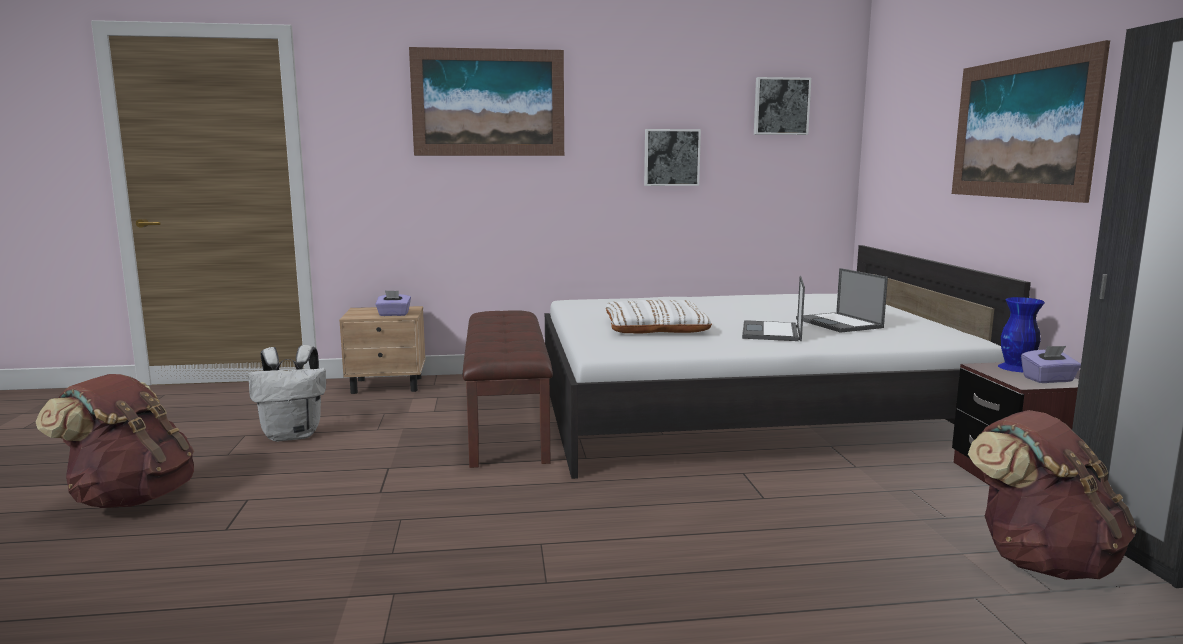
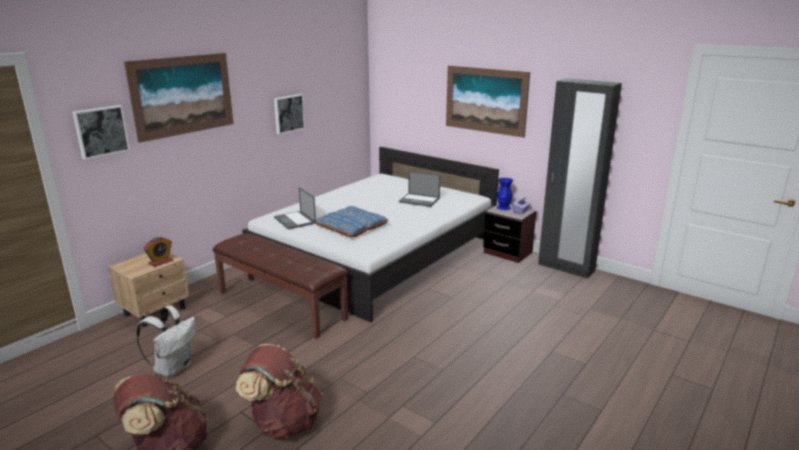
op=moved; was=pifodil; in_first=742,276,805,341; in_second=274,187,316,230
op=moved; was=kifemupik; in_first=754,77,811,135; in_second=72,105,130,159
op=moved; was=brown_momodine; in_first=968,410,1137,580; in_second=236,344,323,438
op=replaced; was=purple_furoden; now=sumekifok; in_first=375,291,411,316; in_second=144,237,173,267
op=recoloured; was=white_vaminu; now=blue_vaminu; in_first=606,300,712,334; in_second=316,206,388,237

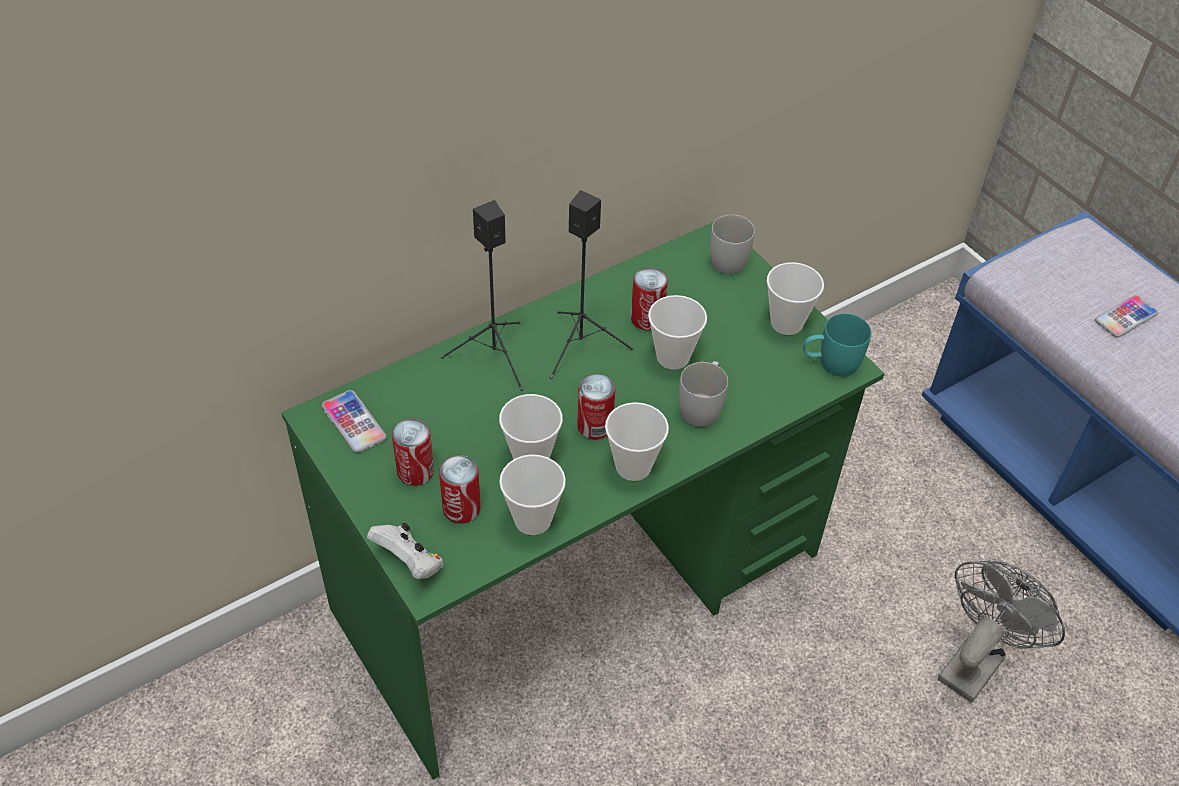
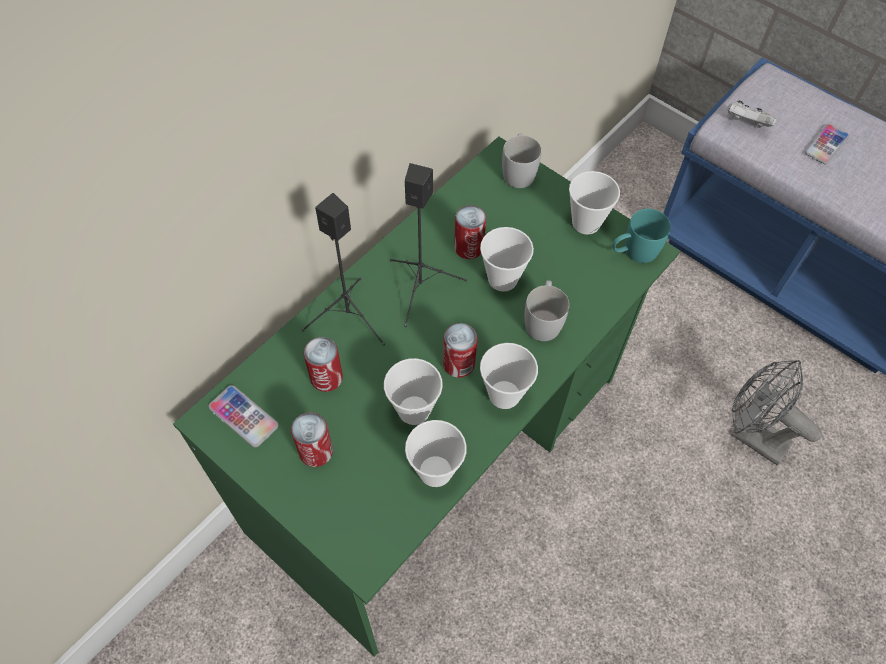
op=moved; was=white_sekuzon; in_first=367,523,443,579; in_second=728,100,777,128
op=moved; was=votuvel; in_first=439,456,481,523; in_second=303,337,343,392
op=turned; was=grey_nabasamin; in_first=938,561,1065,703; in_second=731,360,822,465; clockwise=-75

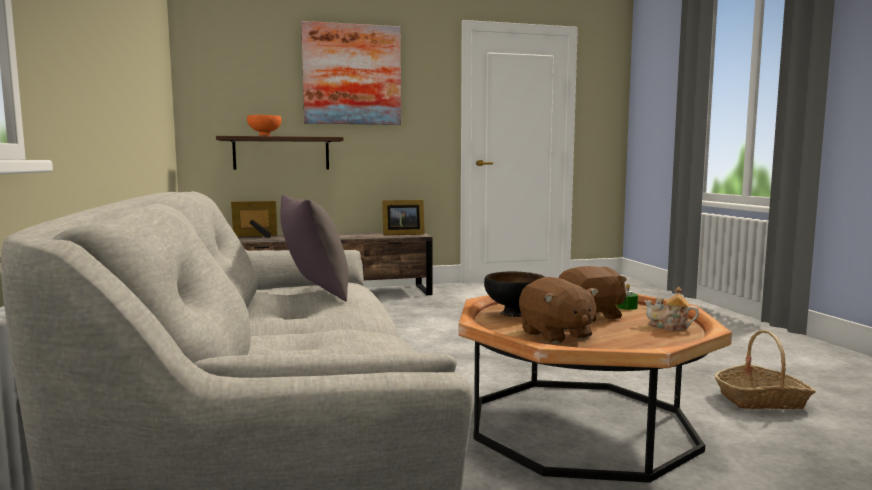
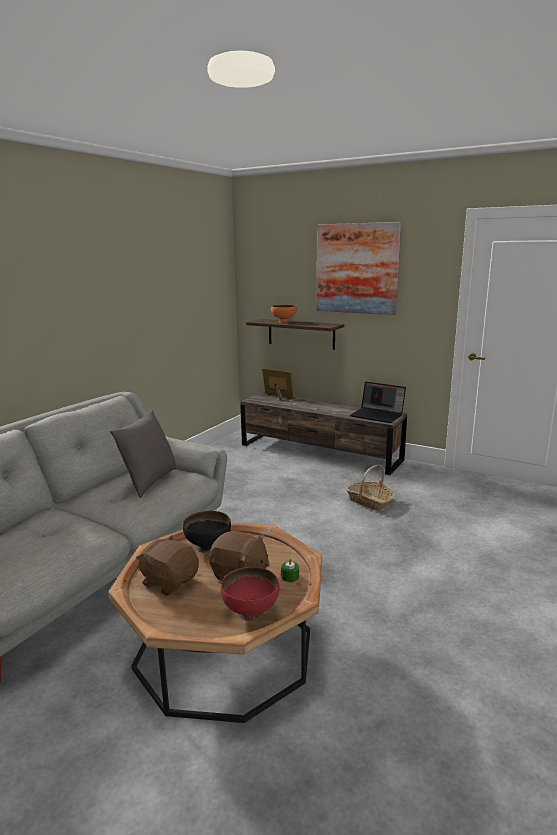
op=moved; was=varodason; in_first=714,330,816,409; in_second=346,464,395,511
op=replaced; was=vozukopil; now=pifodil; in_first=382,200,425,235; in_second=350,382,406,423
op=replaced; was=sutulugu; now=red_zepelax; in_first=644,287,699,331; in_second=221,567,280,621
op=turned; was=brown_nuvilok; in_first=519,277,598,344; in_second=136,535,199,596; clockwise=105

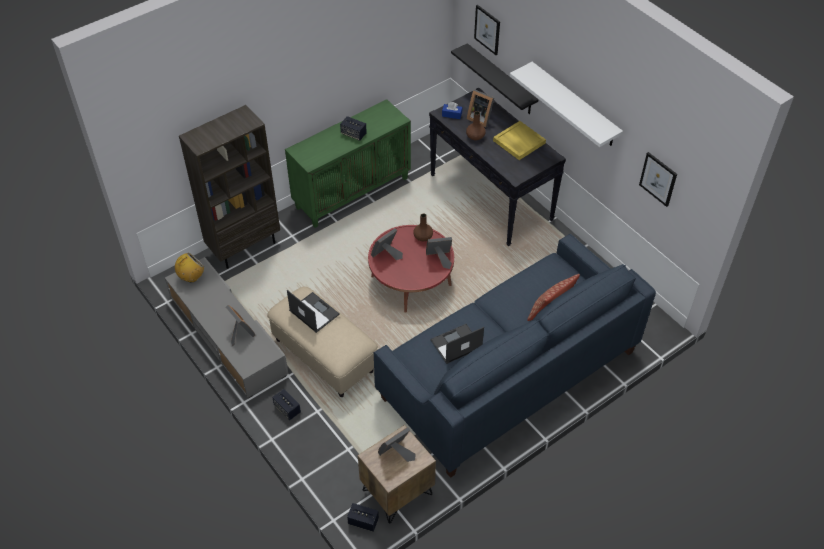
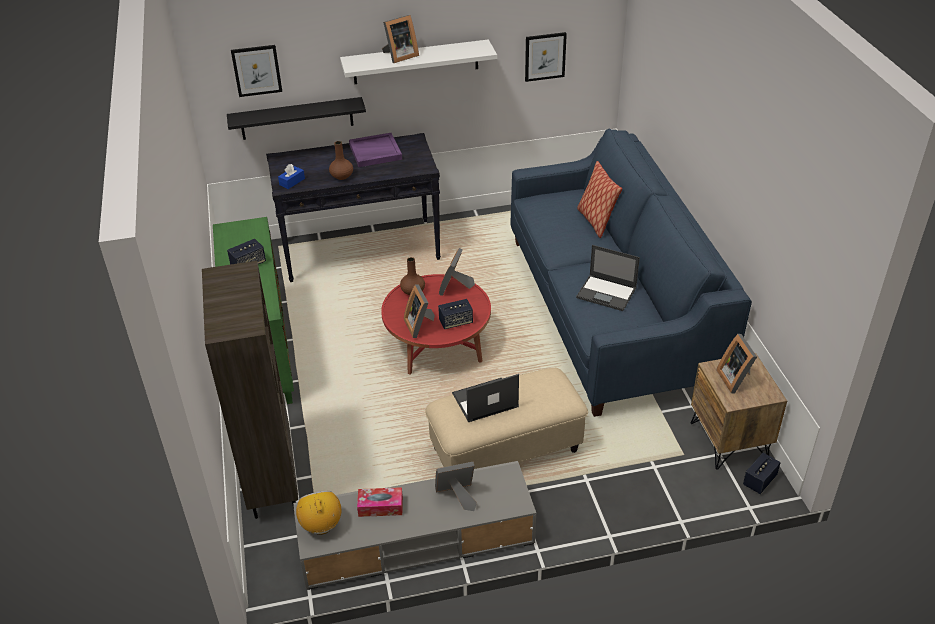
op=added; now=furoden; in_second=357,487,403,517
op=moved; was=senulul; in_first=273,389,301,420; in_second=438,299,473,329
op=moved; was=vozukopil; in_first=467,89,494,127; in_second=382,15,419,63
op=recoloured; was=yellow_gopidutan; now=purple_gopidutan; in_first=493,121,546,160; in_second=349,133,402,167
op=turned; was=pifodil; in_first=430,324,484,364; in_second=576,245,640,311; clockwise=-60

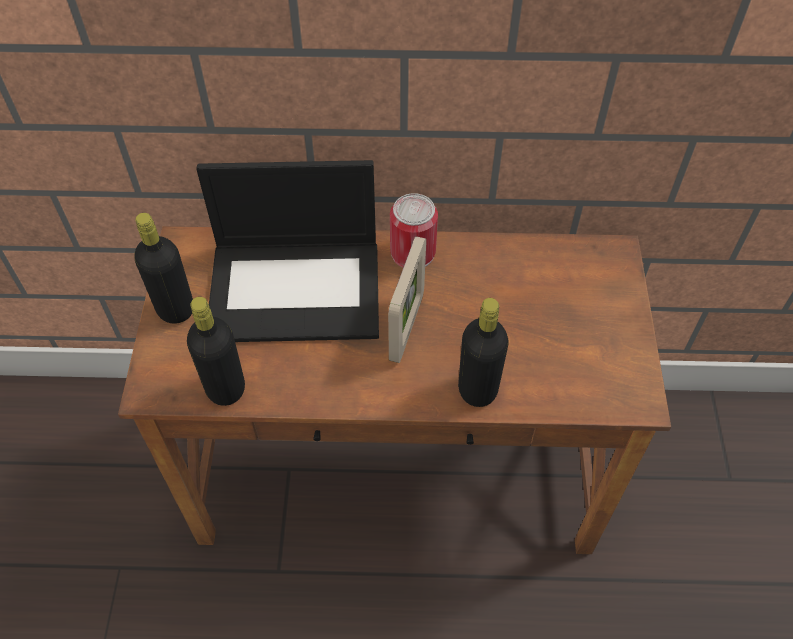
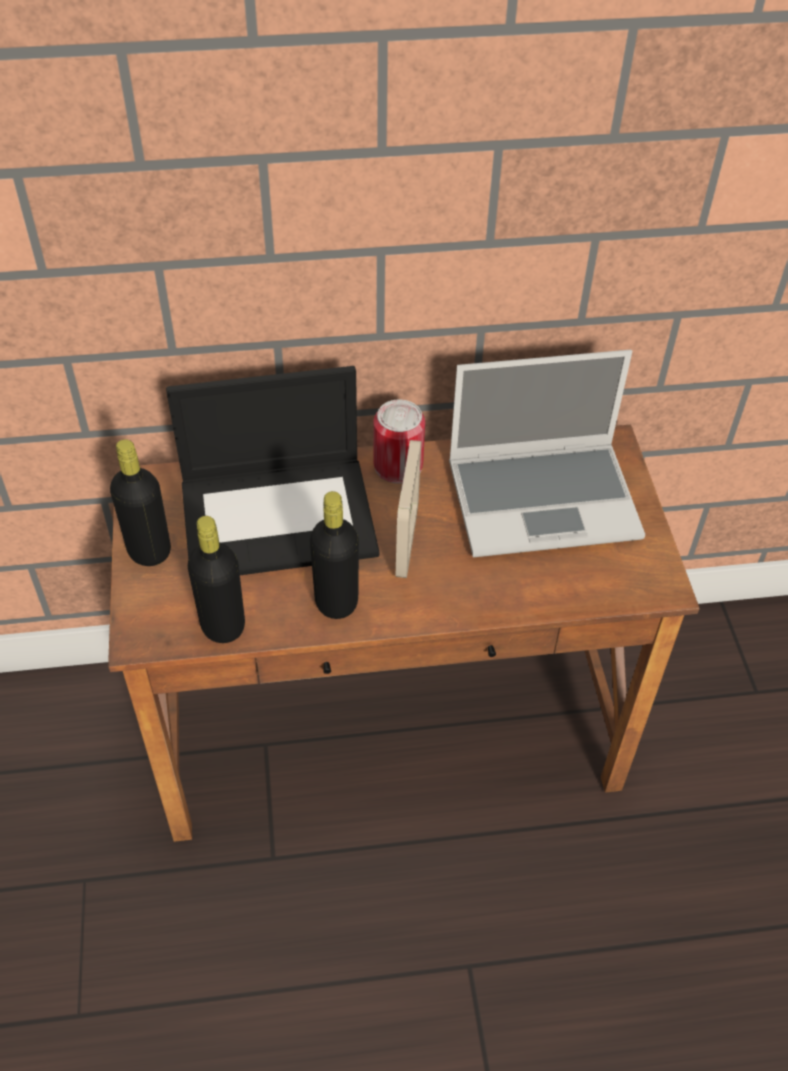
op=added; now=pifodil; in_second=449,350,645,557
op=moved; was=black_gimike; in_first=458,298,509,407; in_second=310,491,359,619

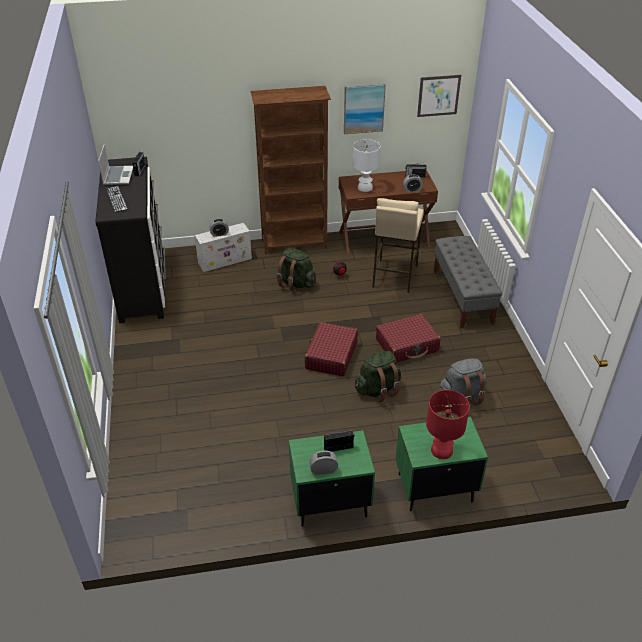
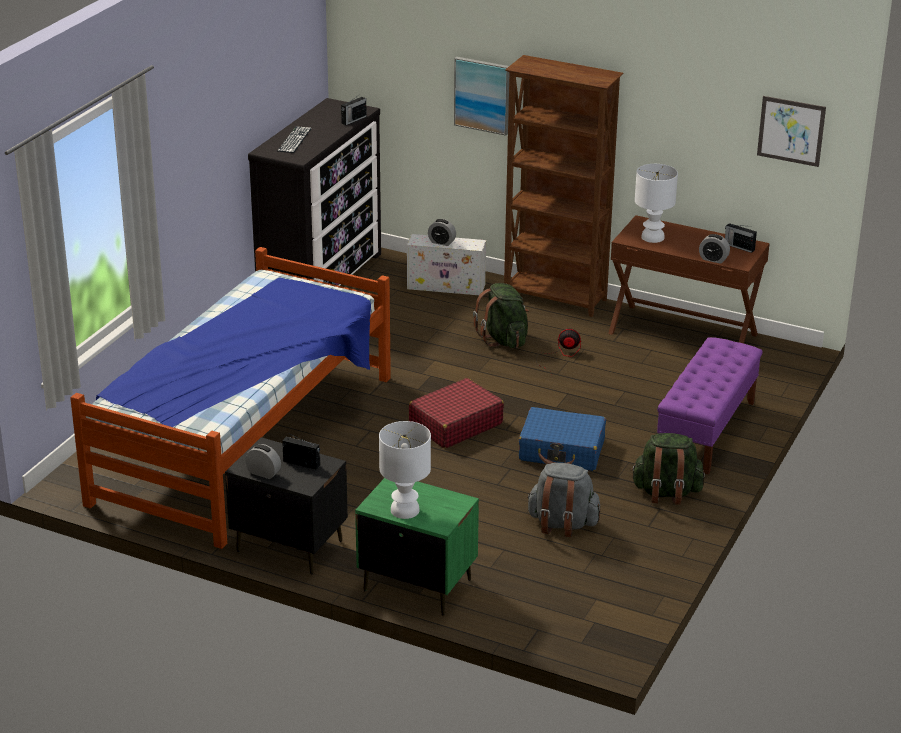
op=removed; was=pifodil; in_first=98,144,133,185
op=removed; was=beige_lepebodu; in_first=372,198,424,293
op=added; now=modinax; in_second=70,247,391,549
op=moved; was=kifemupik; in_first=344,83,386,134; in_second=454,57,510,136
op=moved; was=green_momodine; in_first=355,351,401,402; in_second=631,433,705,505
op=recoloured; was=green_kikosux; now=black_kikosux; in_first=289,430,375,527; in_second=225,437,348,574
op=recoloured; was=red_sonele; now=blue_sonele; in_first=376,314,441,363; in_second=519,407,606,471
op=recoloured; was=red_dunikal; now=white_dunikal; in_first=426,390,470,459; in_second=379,421,431,519
op=recoloured; was=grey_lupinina; now=purple_lupinina; in_first=434,236,502,328; in_second=657,337,763,475

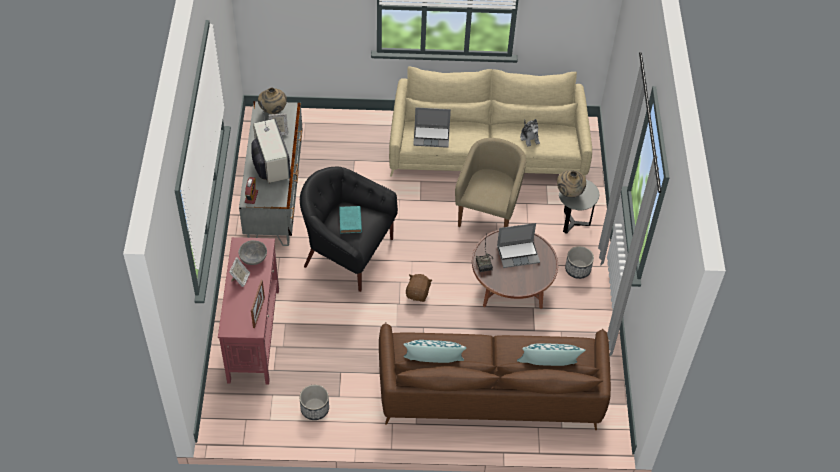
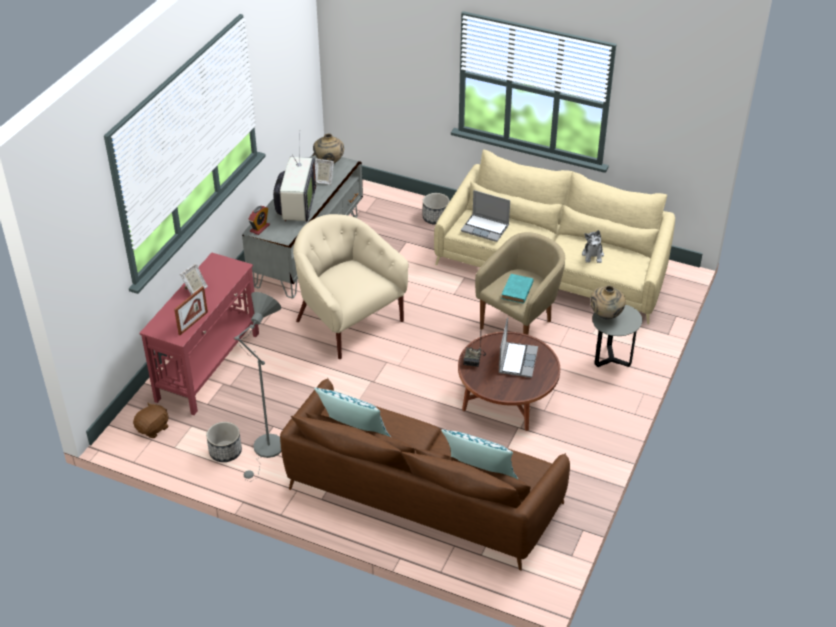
op=removed; was=grey_zepelax; in_first=238,240,267,265
op=added; now=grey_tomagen; in_second=233,292,281,482
op=moved; was=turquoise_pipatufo; in_first=339,206,362,233; in_second=501,274,534,304
op=moved; was=brown_nuvilok; in_first=406,274,432,302; in_second=133,402,169,438
op=moved; was=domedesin; in_first=565,246,594,279; in_second=423,193,450,225
op=recoloured; was=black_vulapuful; now=beige_vulapuful; in_first=300,167,398,292; in_second=293,214,409,359
op=turned; was=pifodil; in_first=497,223,540,268; in_second=499,318,538,378; clockwise=-90

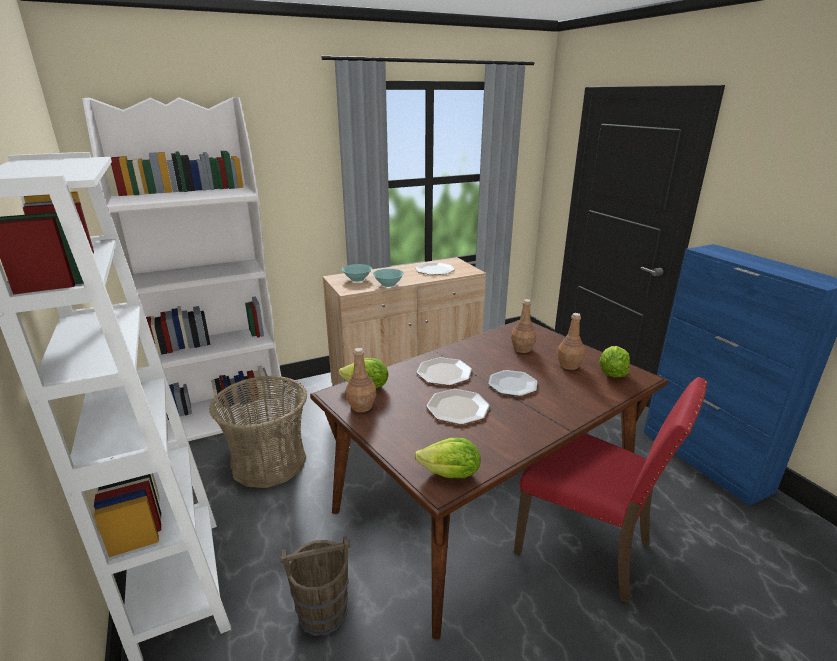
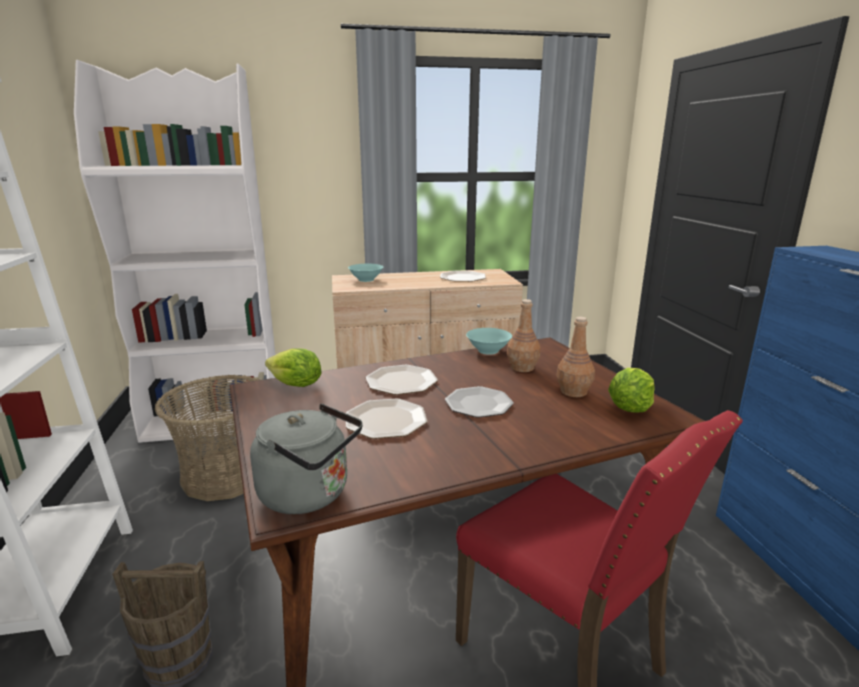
op=removed; was=brown_gimike; in_first=346,348,376,412
op=moved; was=turquoise_zepelax; in_first=373,269,404,287; in_second=466,328,512,355
op=replaced; was=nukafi; now=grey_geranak; in_first=415,438,481,478; in_second=250,404,362,514

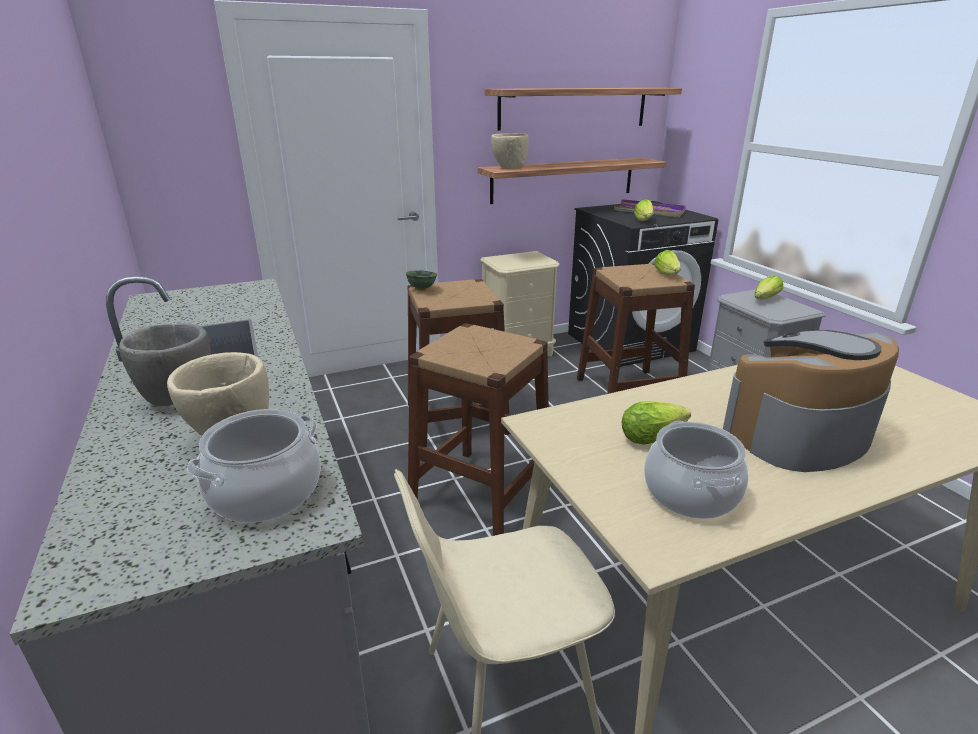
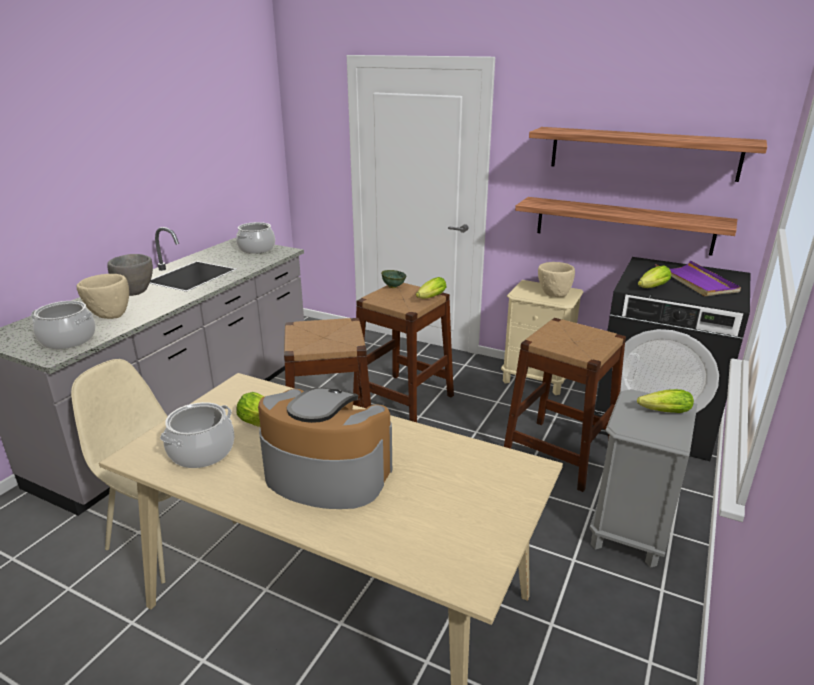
op=added; now=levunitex; in_second=236,222,275,254
op=moved; was=beige_zepelax; in_first=491,133,529,169; in_second=538,262,575,297
op=moved; was=nukafi; in_first=654,250,681,275; in_second=416,277,446,299

